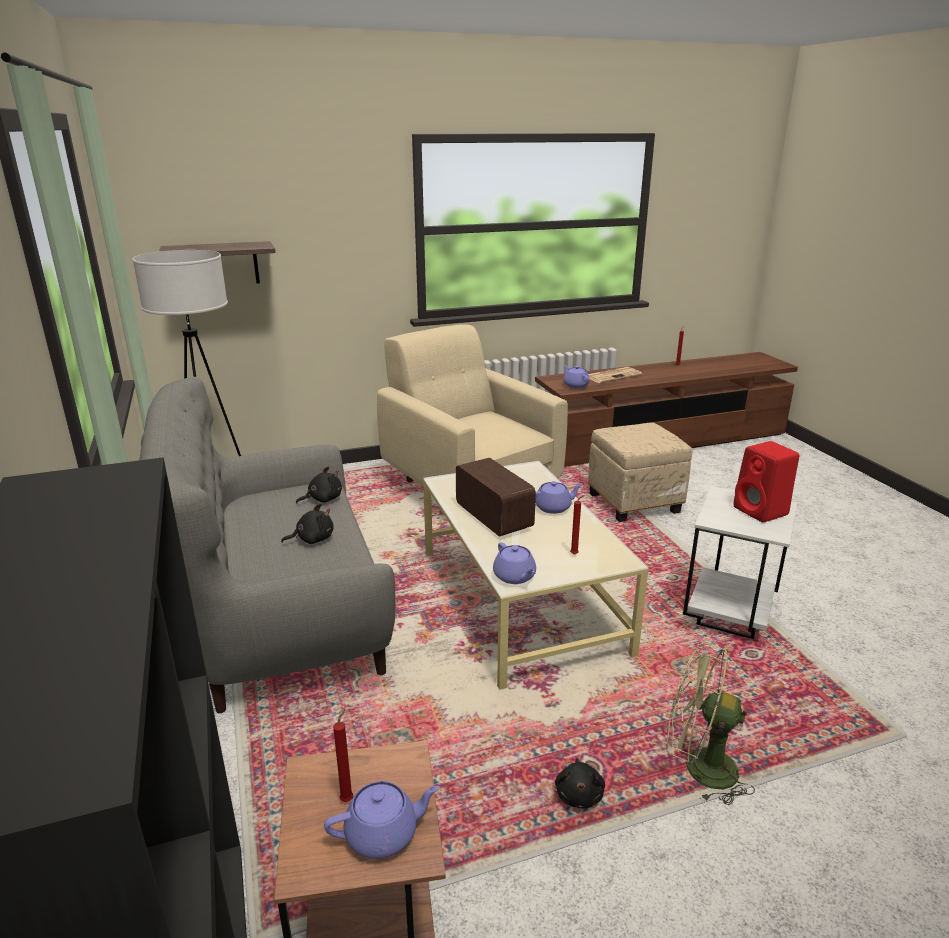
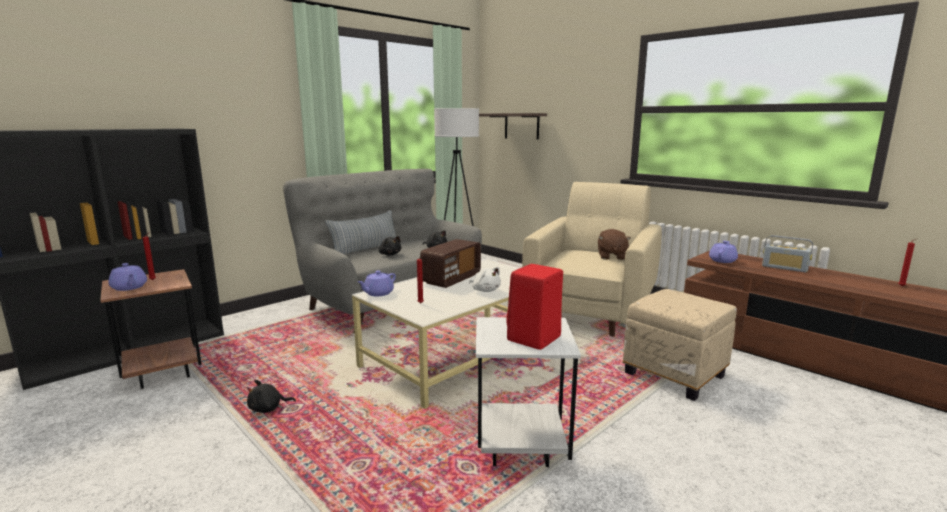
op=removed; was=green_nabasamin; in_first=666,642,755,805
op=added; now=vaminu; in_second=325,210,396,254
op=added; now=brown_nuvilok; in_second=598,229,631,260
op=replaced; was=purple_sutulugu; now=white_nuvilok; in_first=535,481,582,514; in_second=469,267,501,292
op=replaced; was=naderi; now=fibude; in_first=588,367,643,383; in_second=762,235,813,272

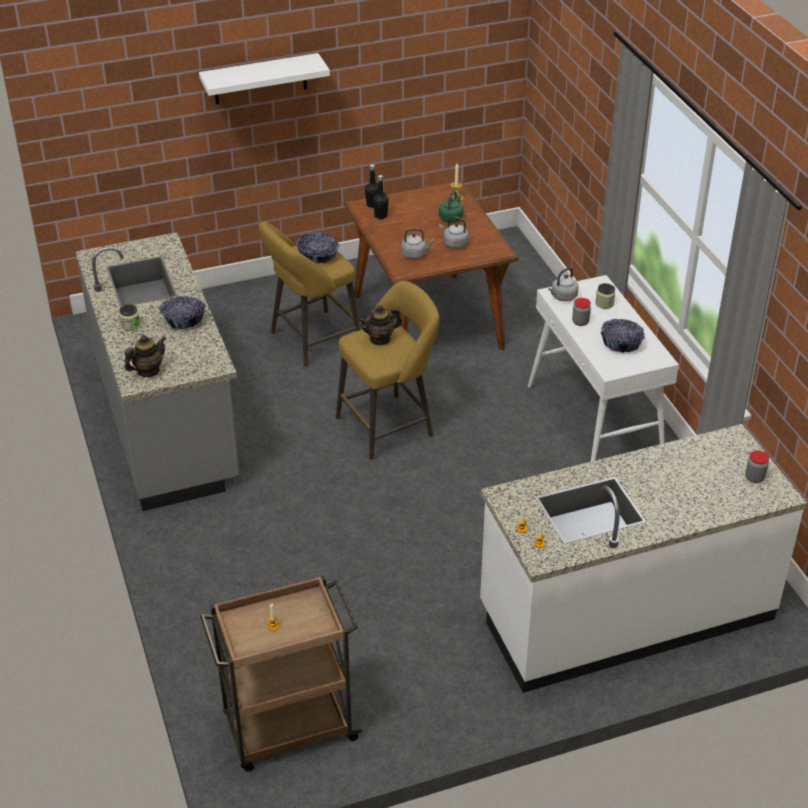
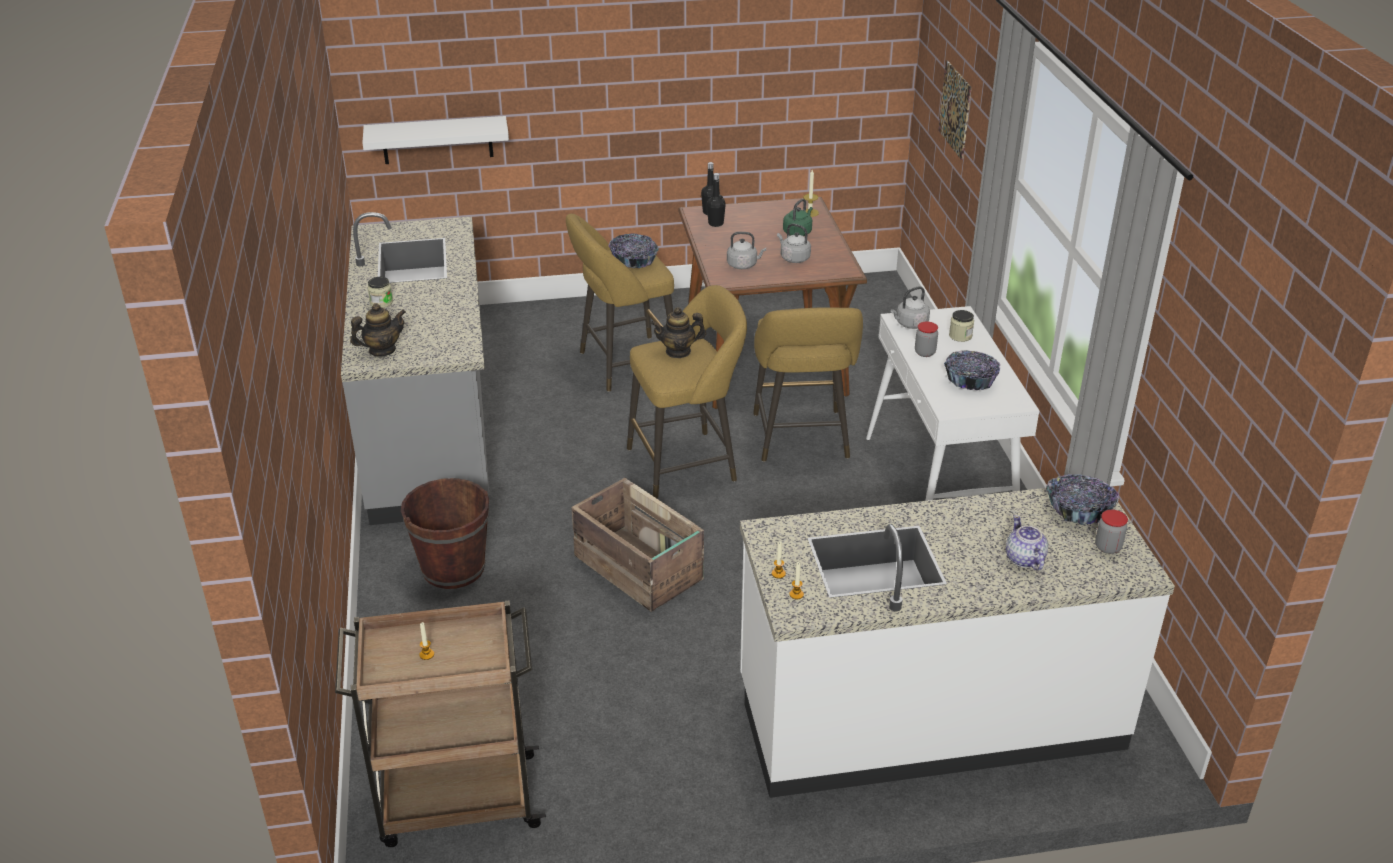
op=added; now=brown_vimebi; in_second=401,478,489,589
op=added; now=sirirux; in_second=571,478,704,612
op=added; now=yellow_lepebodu; in_second=753,307,863,462
op=added; now=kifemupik; in_second=938,60,972,160
op=added; now=sutulugu; in_second=1006,515,1048,571
op=moved; was=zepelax; in_first=159,296,206,329; in_second=1046,474,1119,525
op=moved; was=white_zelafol; in_first=199,53,330,104; in_second=362,116,509,164

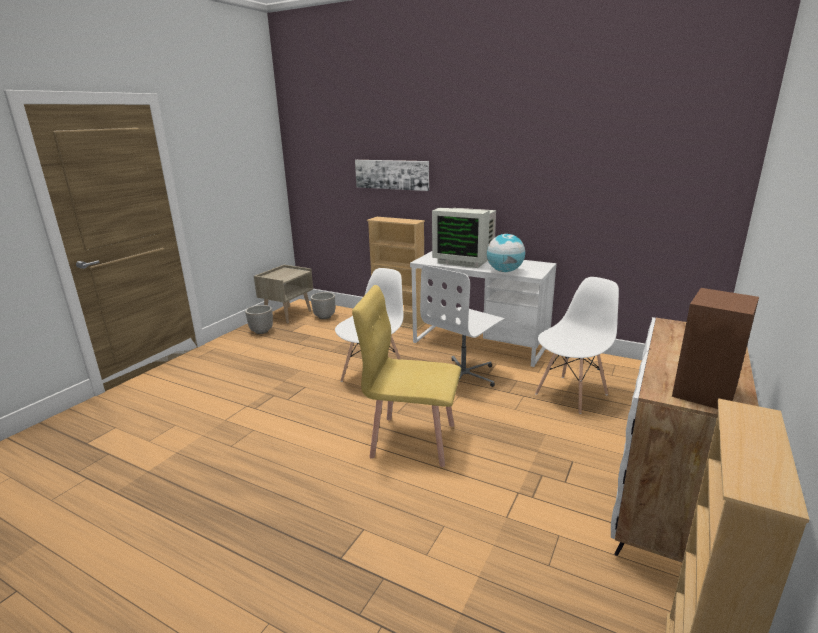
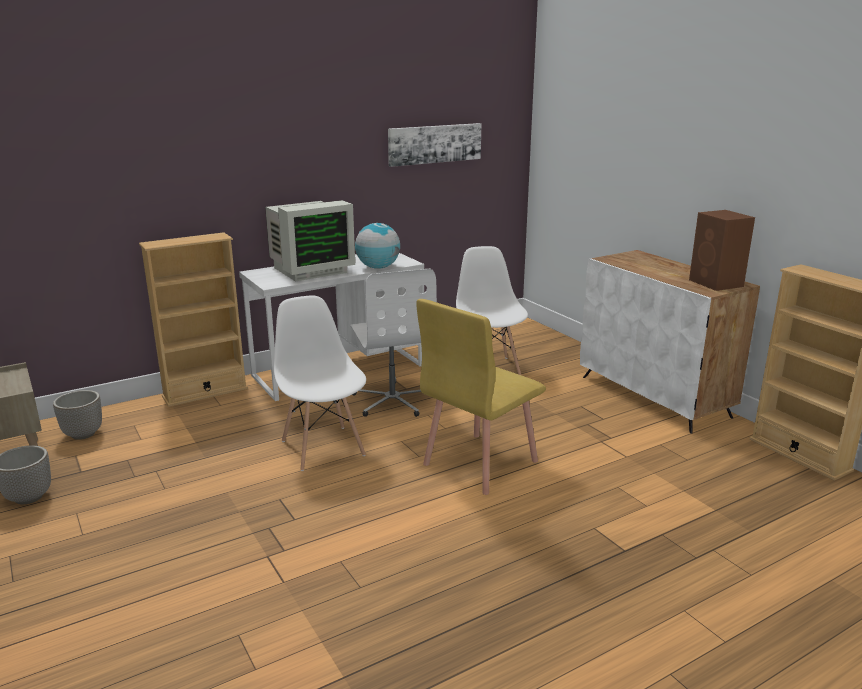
op=moved; was=kifemupik; in_first=355,160,429,191; in_second=388,123,482,167

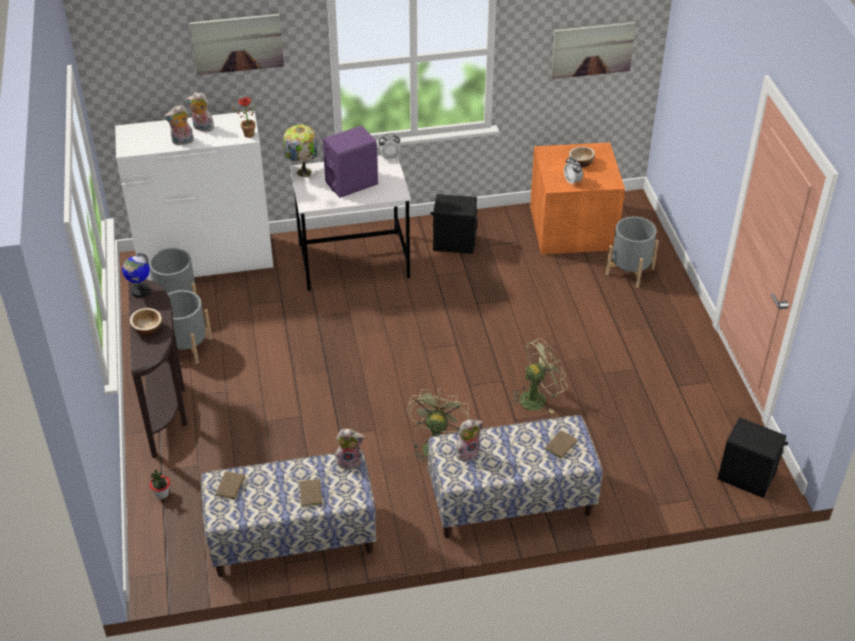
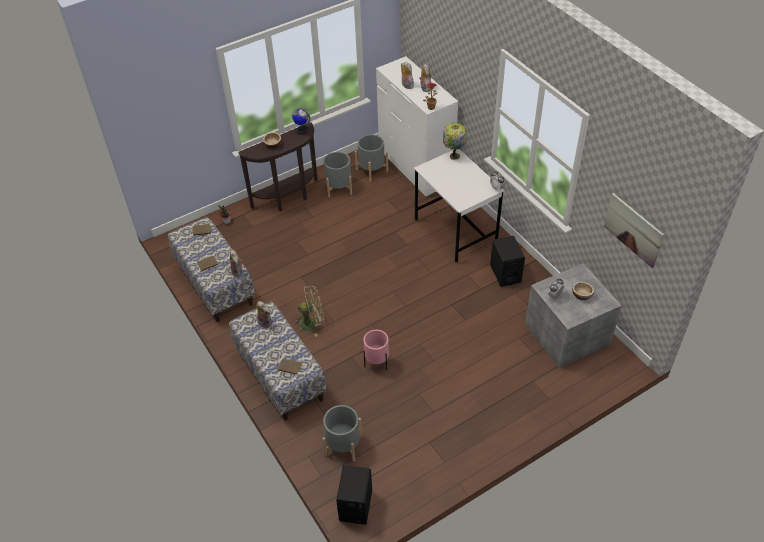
op=removed; was=kifemupik; in_first=190,14,284,75
op=removed; was=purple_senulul; in_first=322,125,378,198
op=moved; was=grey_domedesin; in_first=606,216,659,288; in_second=322,405,362,461
op=replaced; was=green_nabasamin; now=pink_domedesin; in_first=510,338,568,413; in_second=363,330,389,370
op=recoloured; was=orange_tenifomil; now=grey_tenifomil; in_first=530,142,625,254; in_second=525,263,622,368

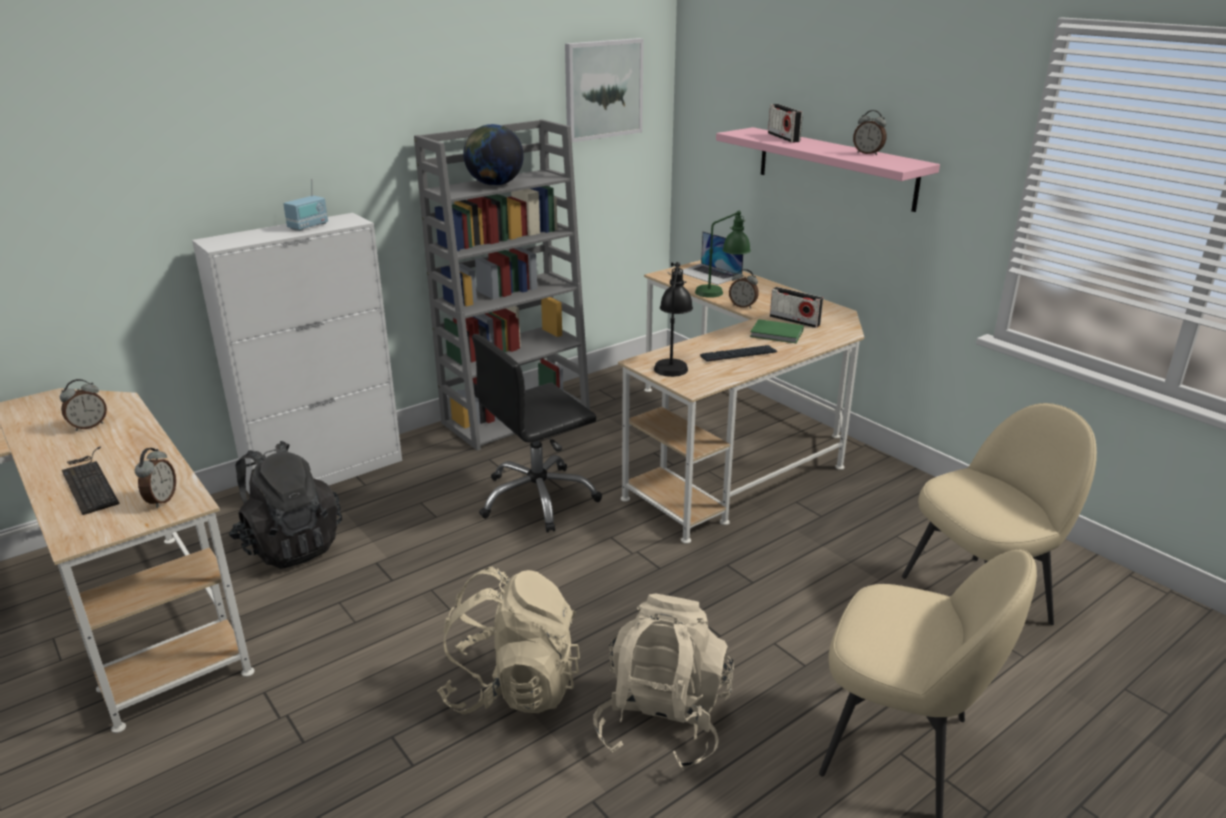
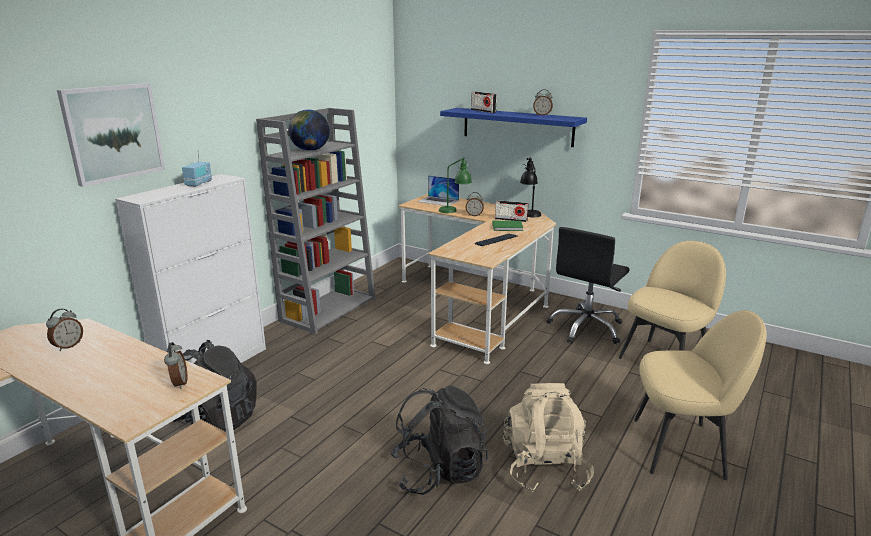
op=removed; was=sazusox; in_first=62,446,119,515
op=moved; was=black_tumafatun; in_first=472,334,602,533; in_second=546,227,630,344
op=moved; was=kifemupik; in_first=565,38,644,143; in_second=57,83,165,187
op=moved; was=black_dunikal; in_first=654,262,693,377; in_second=520,157,541,217
op=recoloured; was=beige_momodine; now=black_momodine; in_first=437,567,580,715; in_second=390,385,488,495
op=recoloured; was=pink_zelafol; now=blue_zelafol; in_first=716,127,940,212; in_second=440,108,587,147

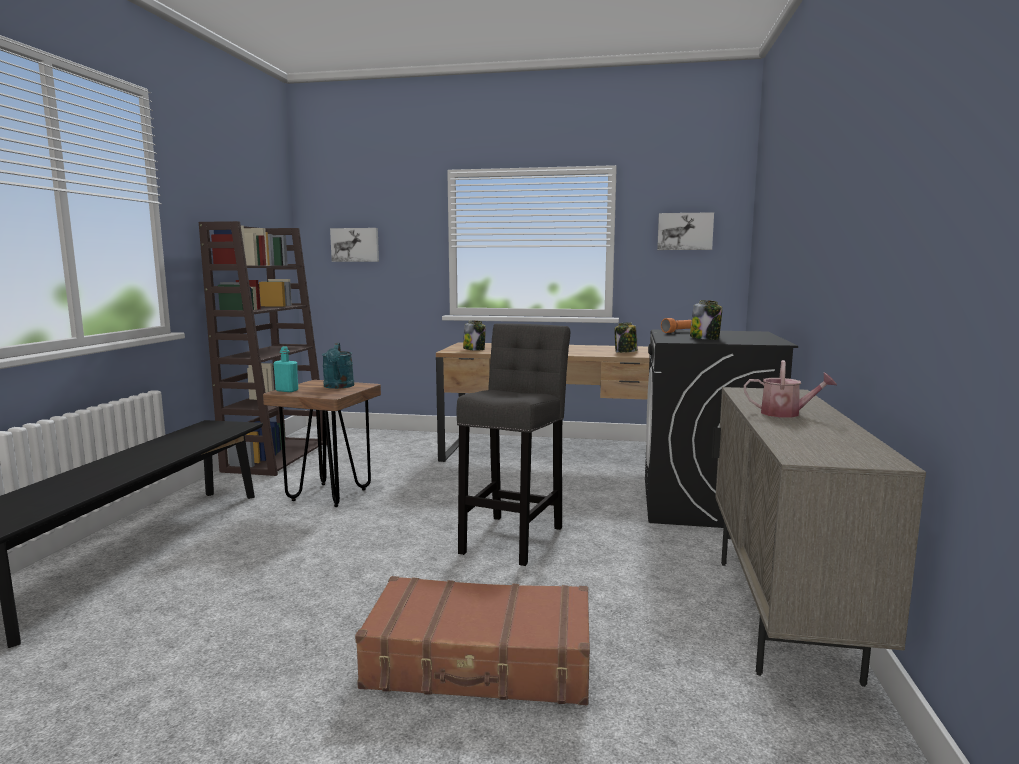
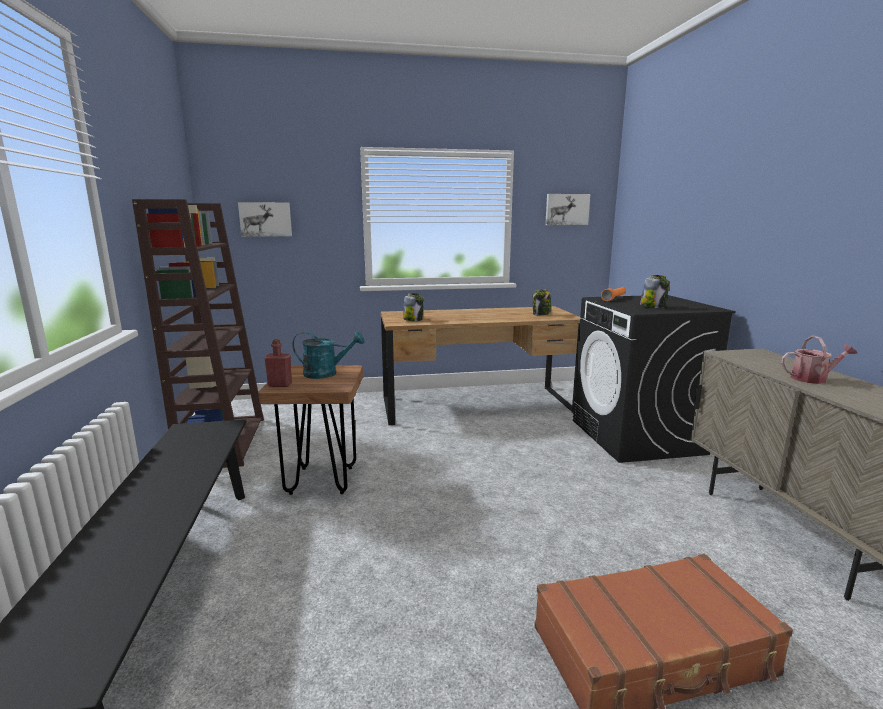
op=removed; was=grey_lepebodu; in_first=457,323,570,566
op=recoloured; was=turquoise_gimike; now=red_gimike; in_first=273,347,298,392; in_second=264,339,292,387
op=turned; was=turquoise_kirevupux; in_first=322,343,354,389; in_second=292,331,364,379; clockwise=-60

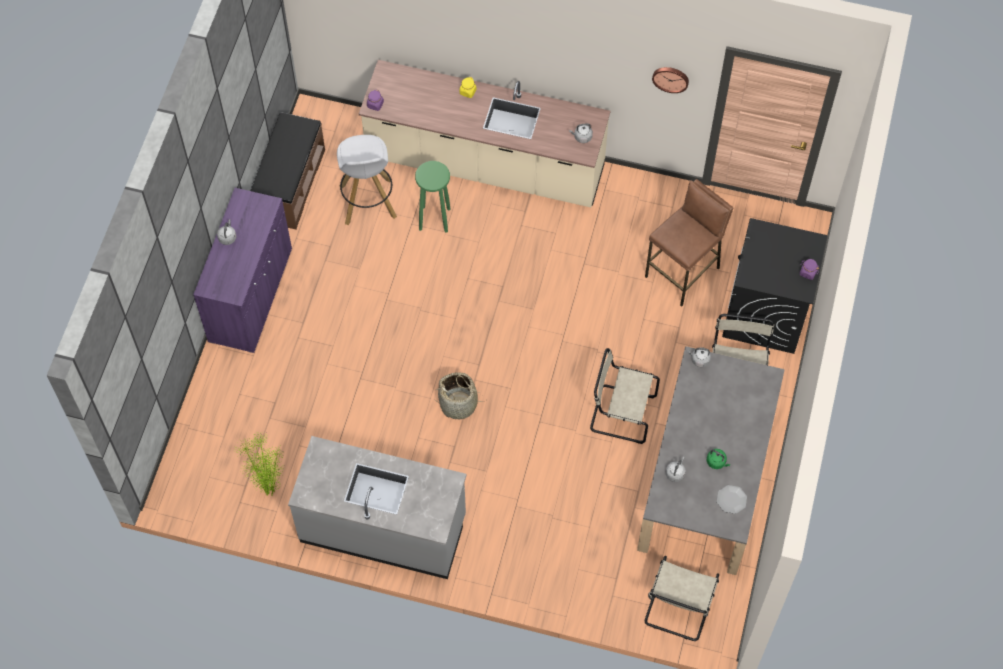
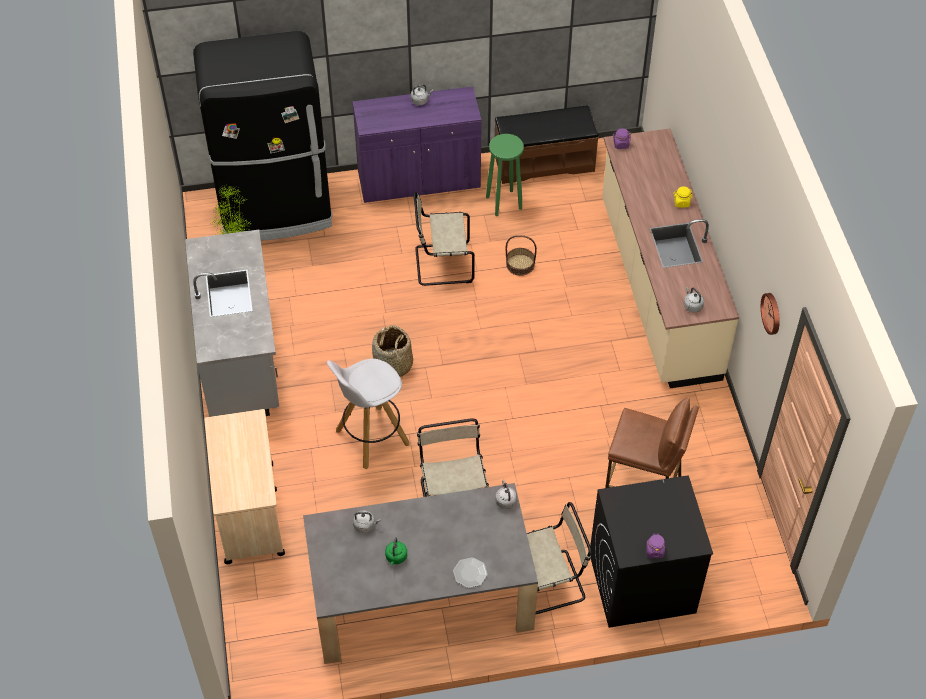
op=added; now=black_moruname; in_second=193,31,332,241
op=added; now=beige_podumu; in_second=205,409,285,564
op=added; now=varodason; in_second=505,235,537,276
op=moved; was=white_lepebodu; in_first=337,135,397,225; in_second=327,359,410,469
op=moved; was=green_lepebodu; in_first=415,161,450,233; in_second=486,134,524,216
op=moved; was=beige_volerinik; in_first=645,556,719,641; in_second=413,192,475,286
op=moved; was=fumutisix; in_first=717,485,747,514; in_second=453,557,488,588

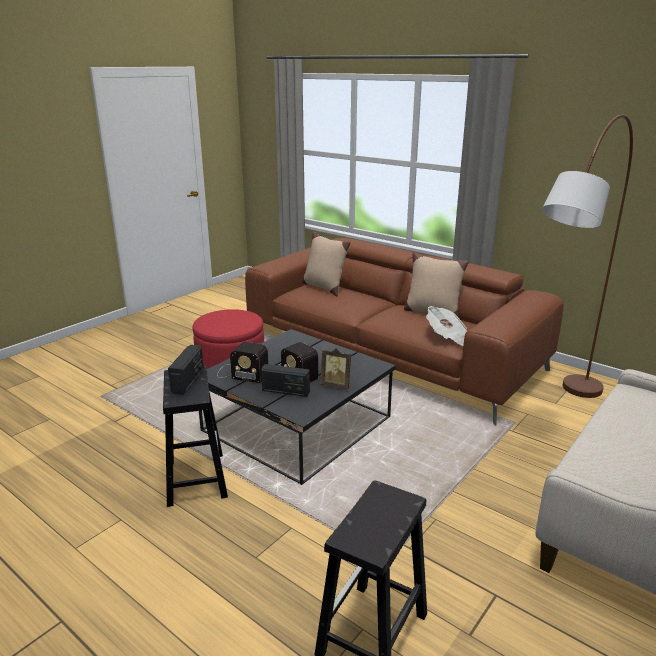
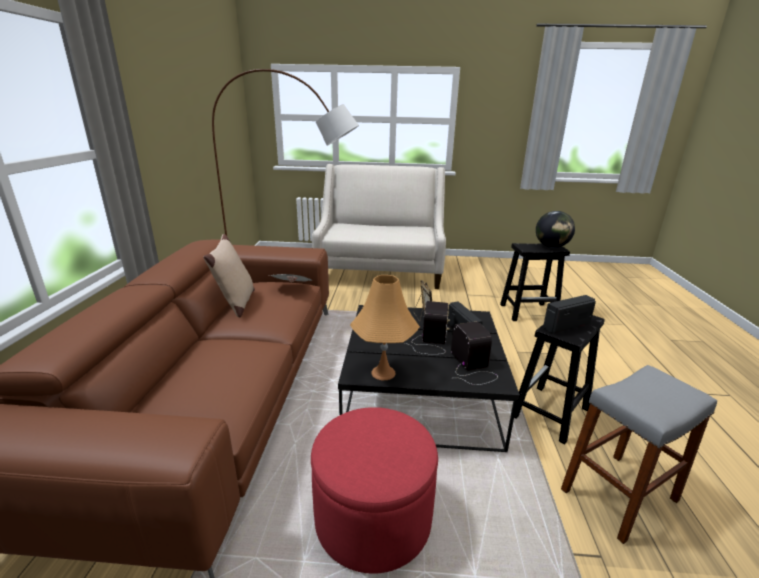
op=removed; was=beige_vaminu; in_first=302,232,351,296
op=added; now=orange_dunikal; in_second=350,275,420,380
op=added; now=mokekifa; in_second=536,211,575,248
op=added; now=grey_lepebodu; in_second=561,365,717,544

